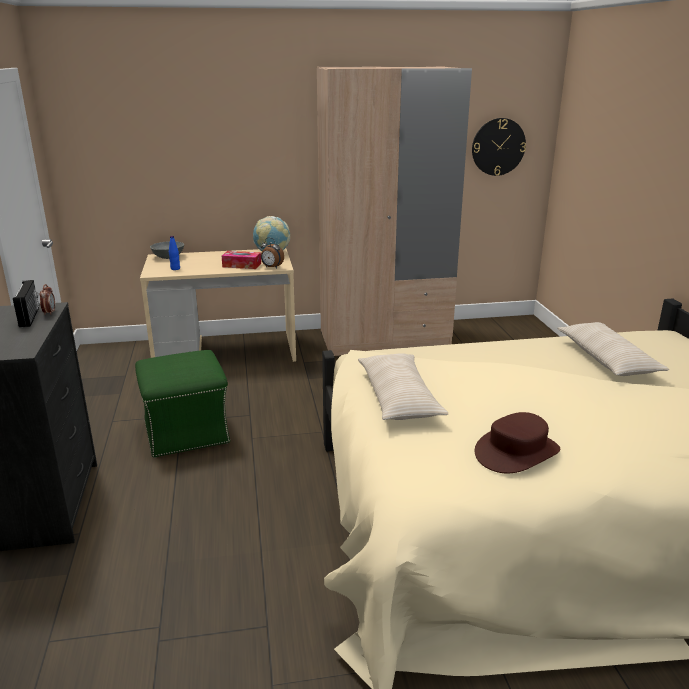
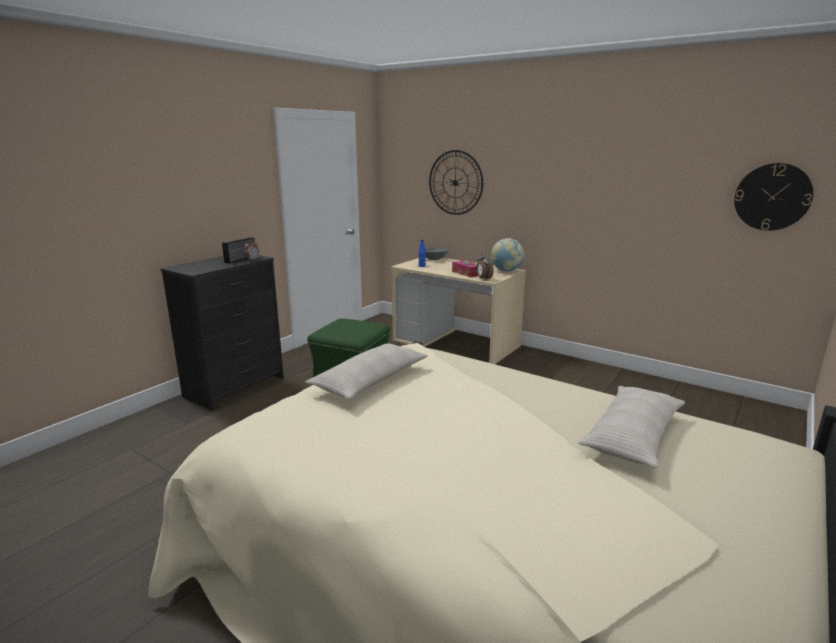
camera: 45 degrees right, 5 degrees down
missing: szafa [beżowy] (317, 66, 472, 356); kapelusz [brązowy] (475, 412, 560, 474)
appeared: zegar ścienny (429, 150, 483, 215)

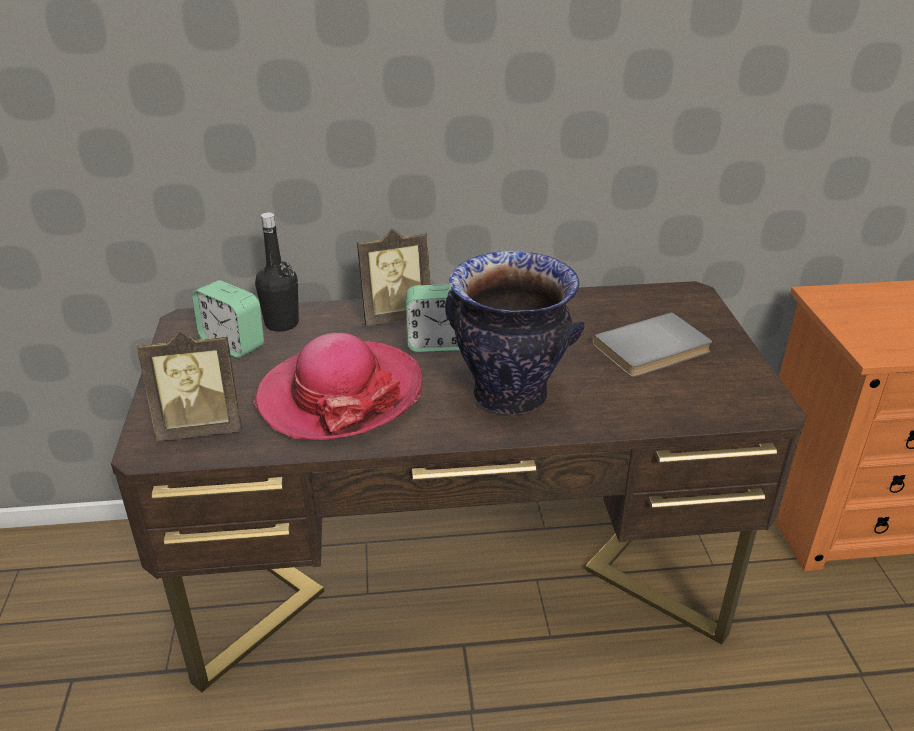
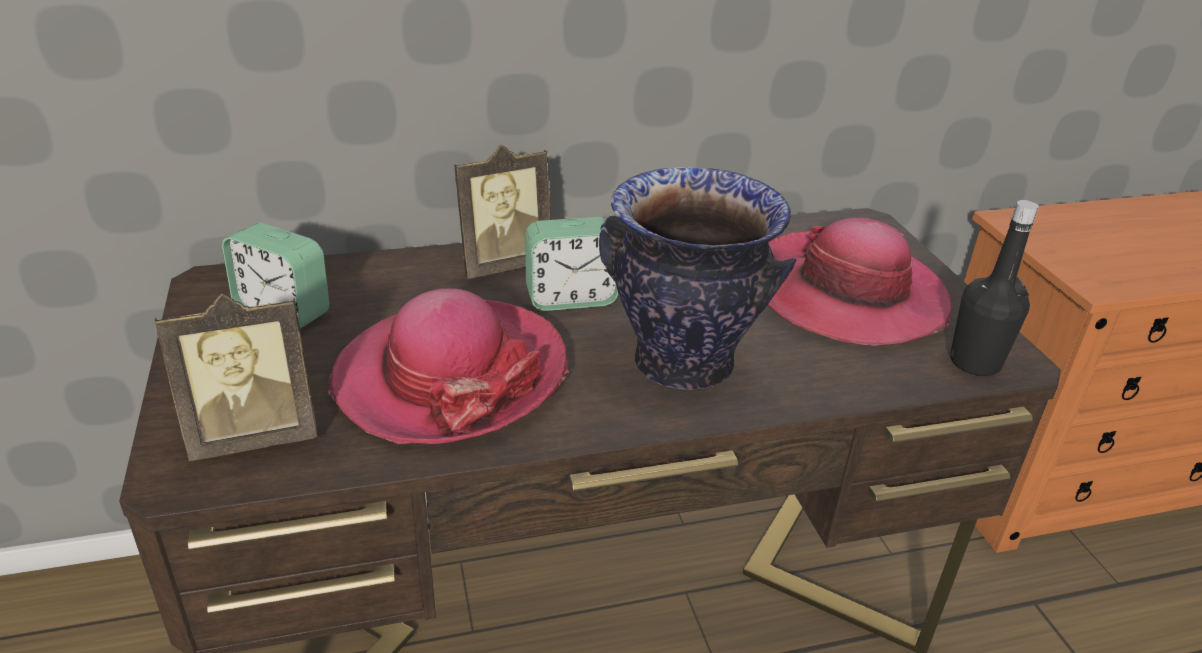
camera: 10 degrees left, 0 degrees up
relocated: butelka [czarny] (255, 212, 299, 332) to (950, 200, 1039, 376)
exchanged: książka [szary] (593, 312, 712, 377) to kapelusz (768, 218, 952, 346)

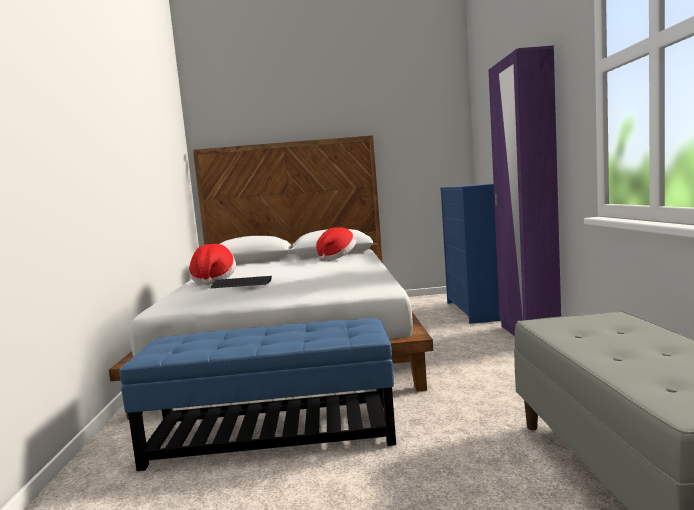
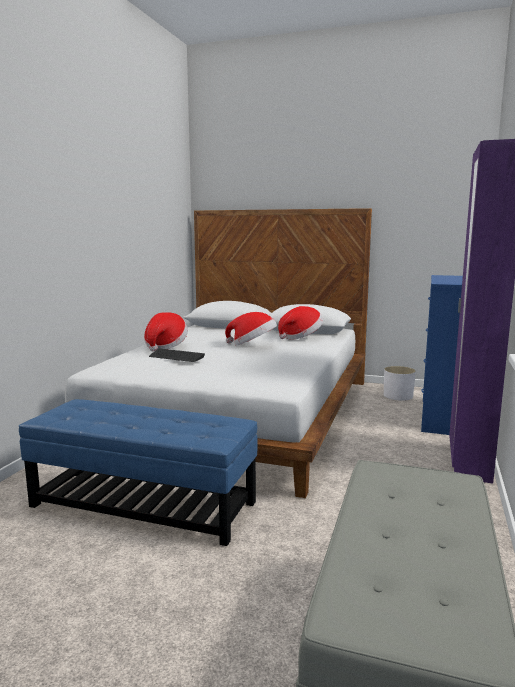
camera: 20 degrees right, 5 degrees up
appeared: kapelusz (225, 312, 277, 346); donica [biały] (384, 366, 416, 401)

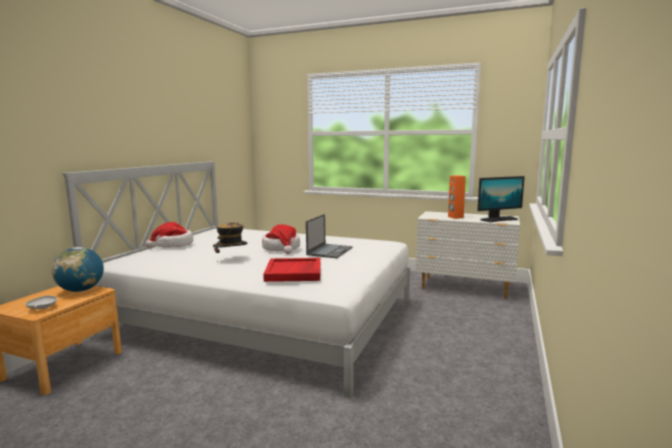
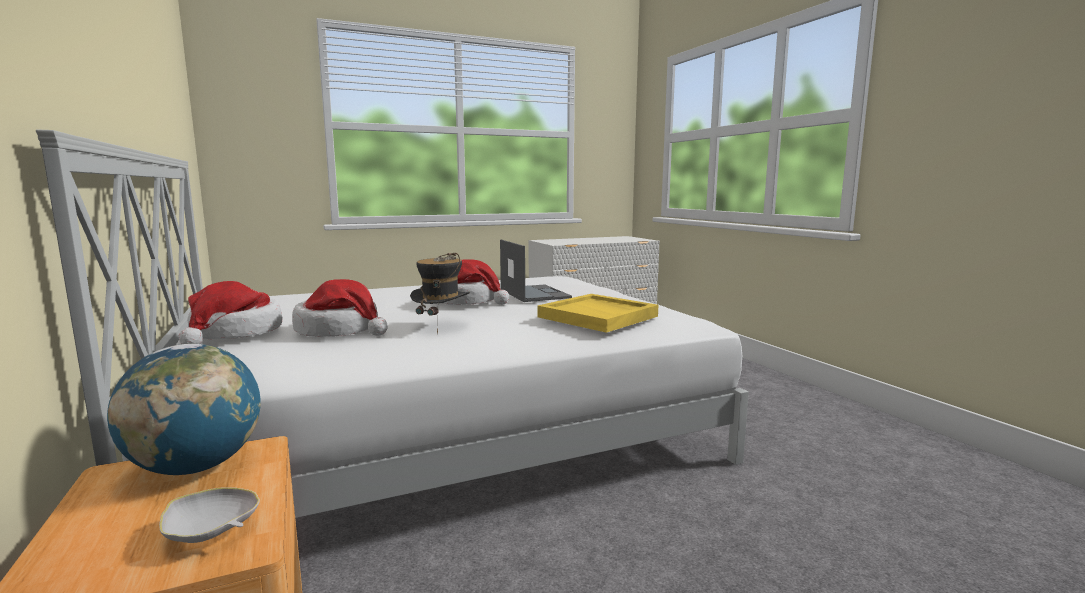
camera: 45 degrees left, 0 degrees up
missing: głośnik [pomarańczowy] (448, 175, 466, 219); monitor (477, 176, 525, 222)
appeared: kapelusz (292, 279, 388, 337)
colour: taca [czerwony] (263, 258, 321, 282) to taca [żółty] (538, 294, 658, 333)

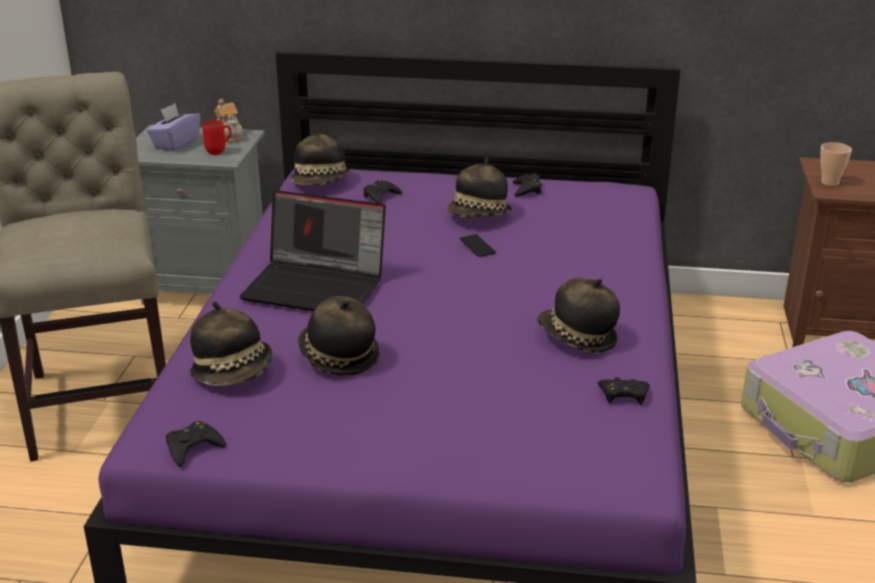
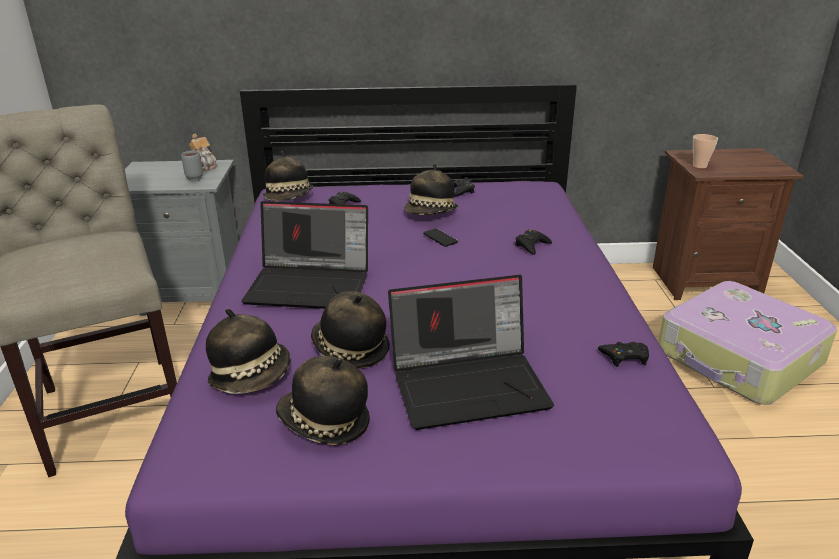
camera: 10 degrees left, 0 degrees up
missing: pudełko chusteczek [fioletowy] (147, 103, 201, 151)
appeared: laptop (388, 275, 554, 430)
relocated: kapelusz (537, 278, 620, 352) to (276, 356, 370, 445); pad do gier [czarny] (166, 421, 226, 467) to (515, 230, 552, 255)
colour: kubek [czerwony] (202, 120, 232, 155) to kubek [szary] (181, 151, 208, 181)

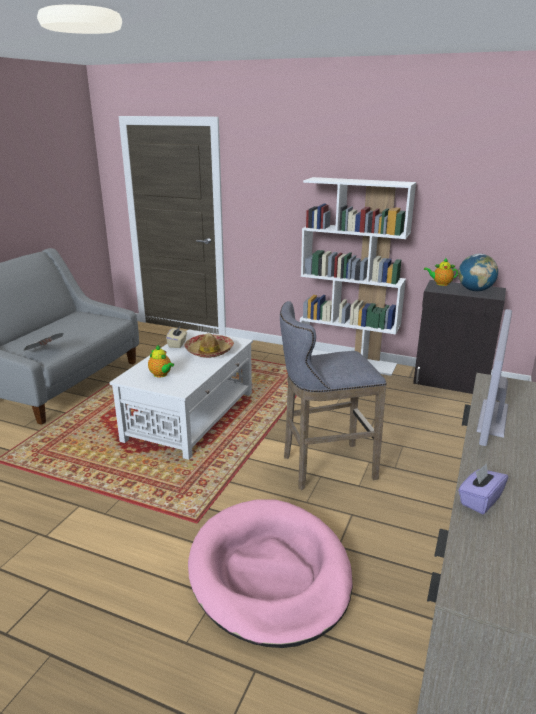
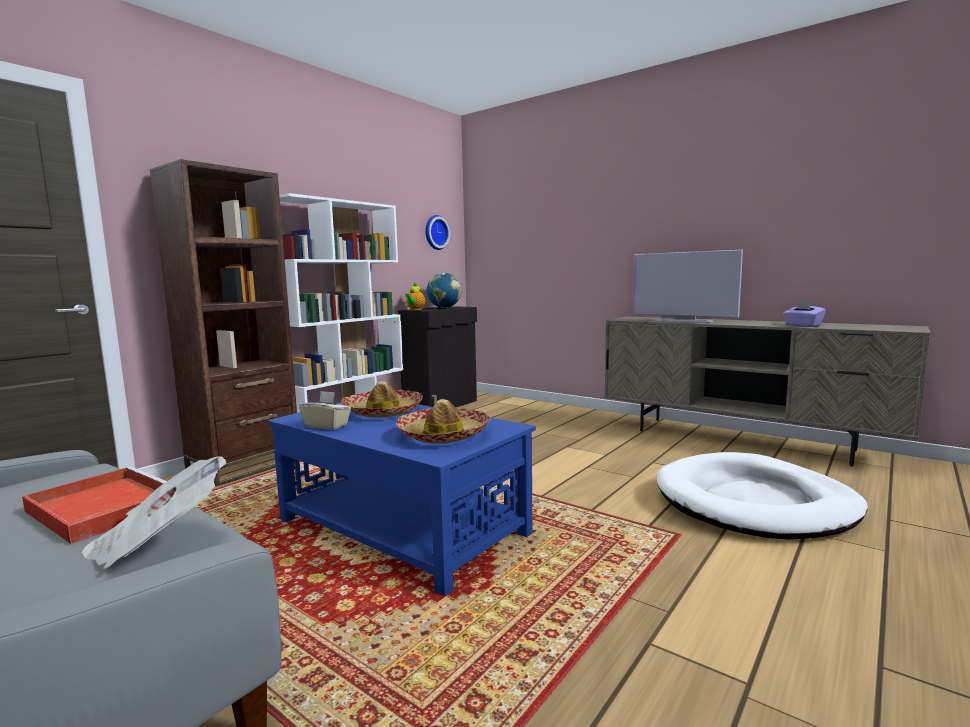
camera: 75 degrees left, 15 degrees down
missing: stołek [szary] (280, 301, 387, 490)
appeared: taca [czerwony] (22, 466, 167, 544); regał [brązowy] (150, 159, 297, 487); zegar ścienny (425, 215, 450, 250)
exchanged: imbryk (148, 345, 174, 377) to kapelusz (396, 399, 490, 444)
colour: ława [biały] (109, 329, 253, 460) to ława [niebieski] (268, 402, 536, 596); legowisko [różowy] (188, 499, 353, 648) to legowisko [biały] (656, 452, 868, 540)

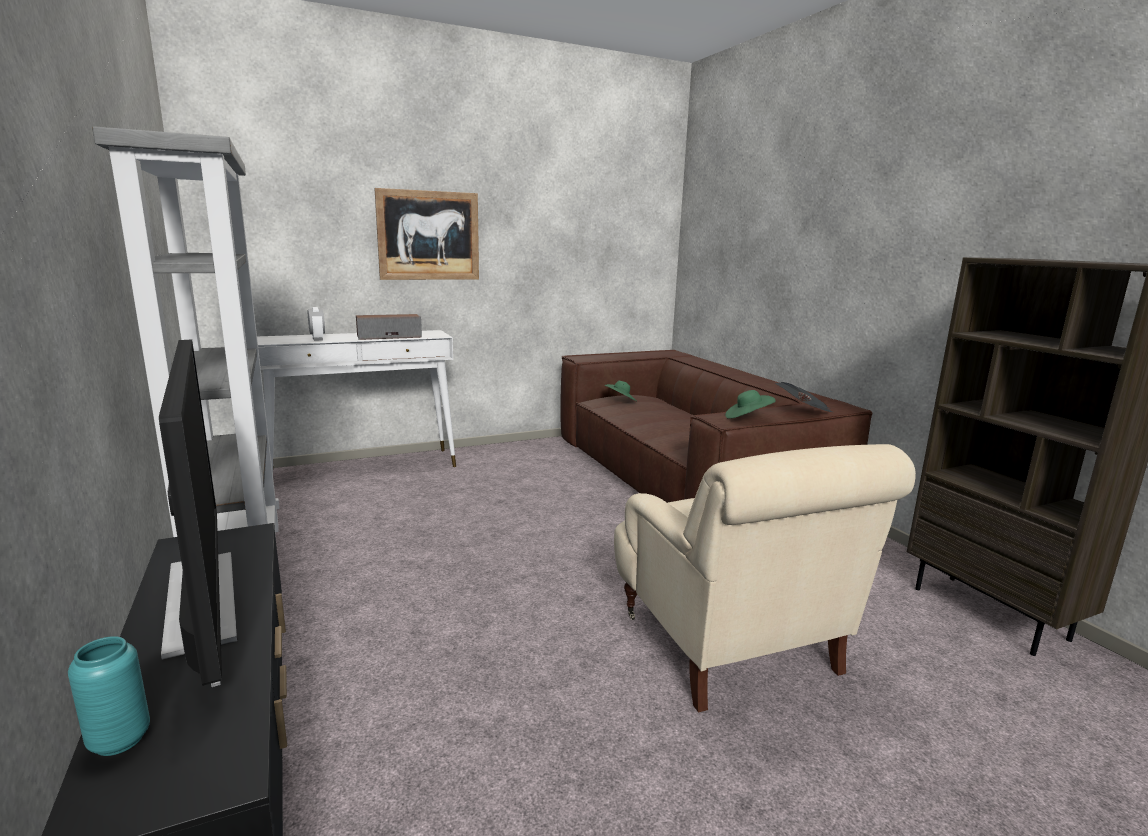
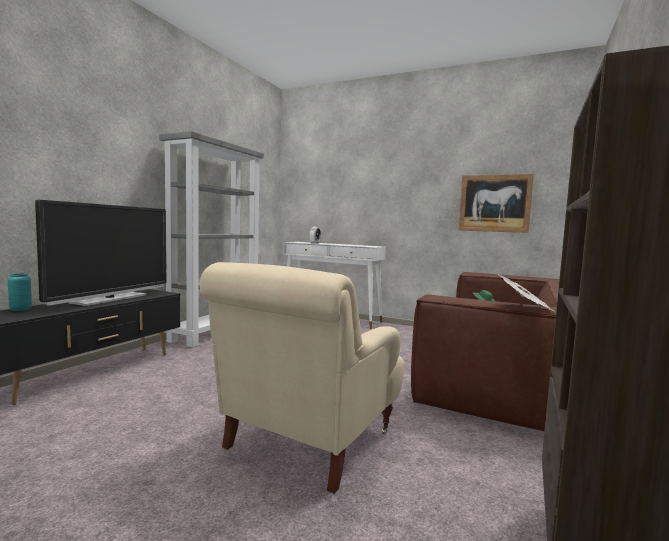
camera: 50 degrees right, 10 degrees down
missing: głośnik (356, 314, 422, 340); kapelusz [zielony] (725, 390, 776, 419)
relocated: obraz (374, 188, 479, 280) to (459, 174, 534, 233)

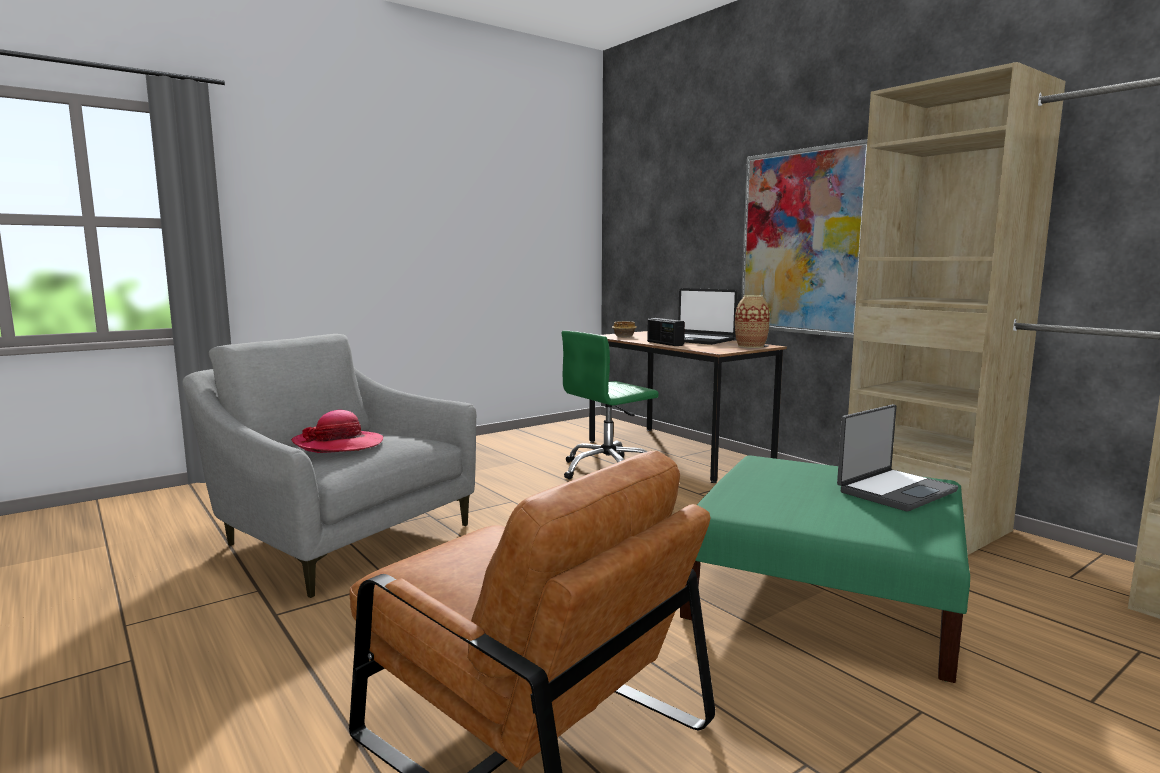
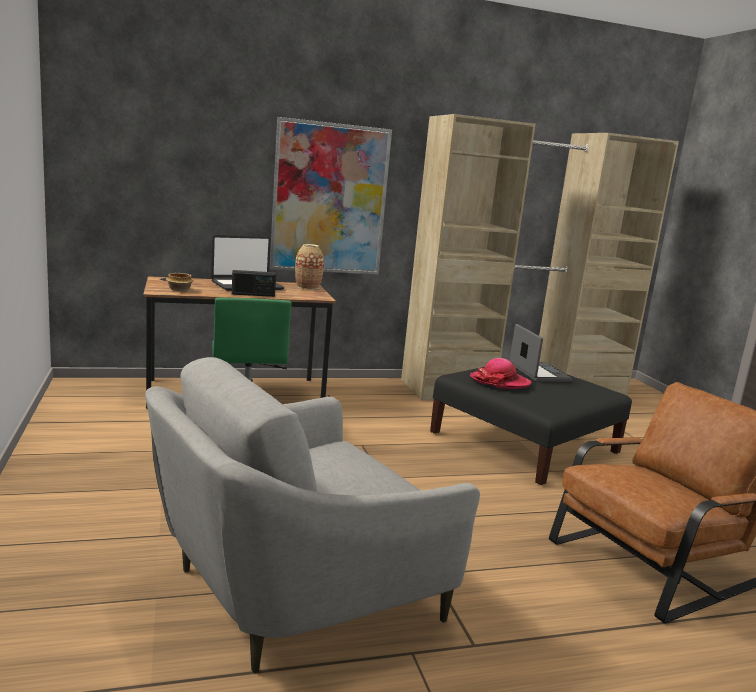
camera: 70 degrees left, 5 degrees up
relocated: kapelusz (291, 410, 383, 453) to (470, 358, 532, 389)
colour: pufa [zielony] (680, 455, 970, 683) to pufa [czarny] (430, 367, 632, 485)

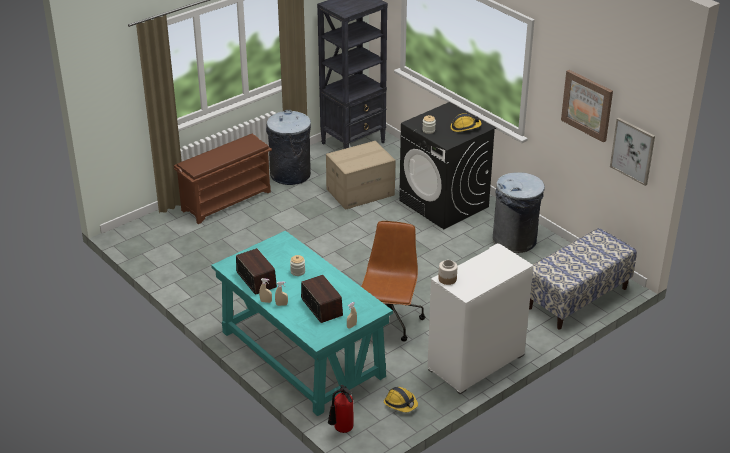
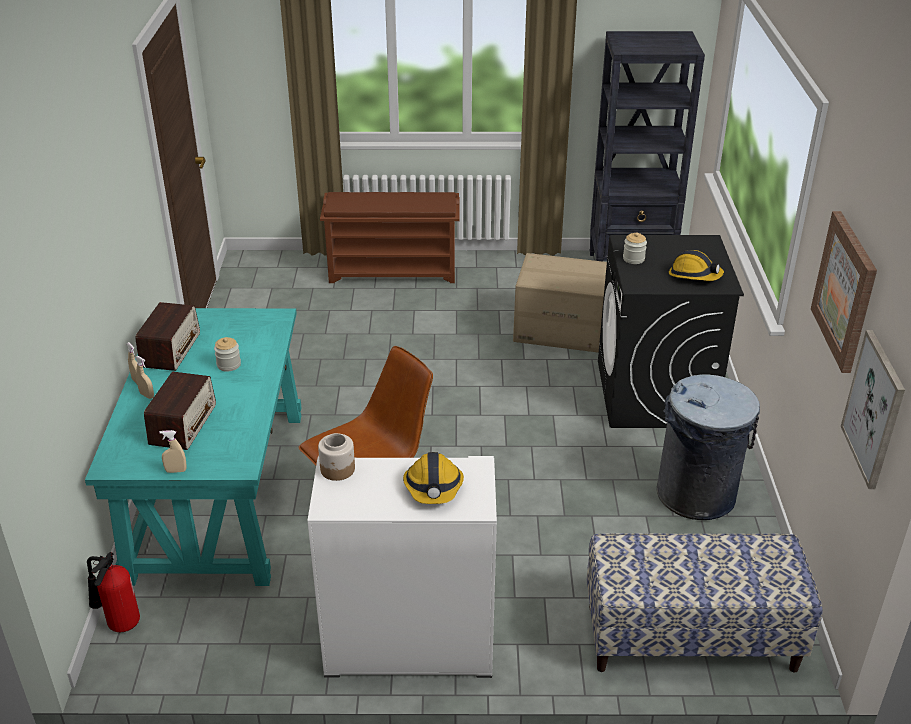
camera: 40 degrees right, 0 degrees up
missing: kosz na śmieci [szary] (266, 110, 311, 185)
relocated: kask (384, 387, 418, 412) to (403, 452, 464, 504)

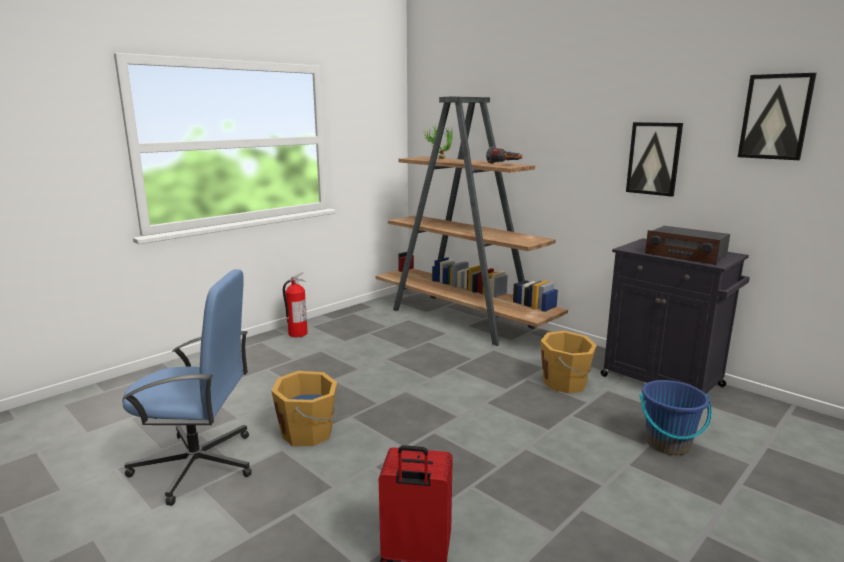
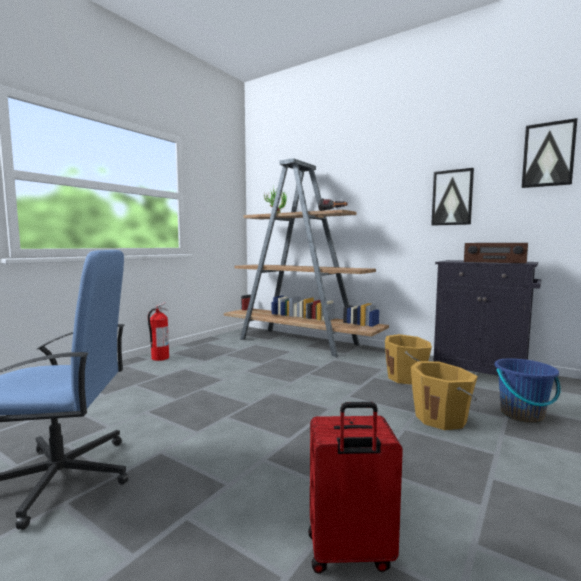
camera: 10 degrees left, 10 degrees down
relocated: wiadro [pomarańczowy] (272, 371, 337, 446) to (411, 361, 478, 430)

